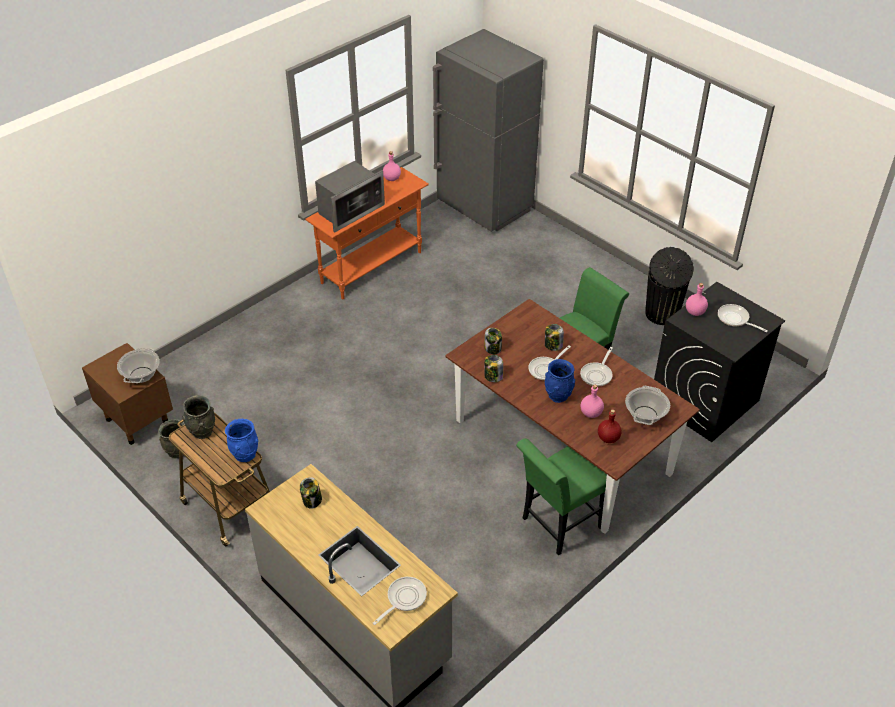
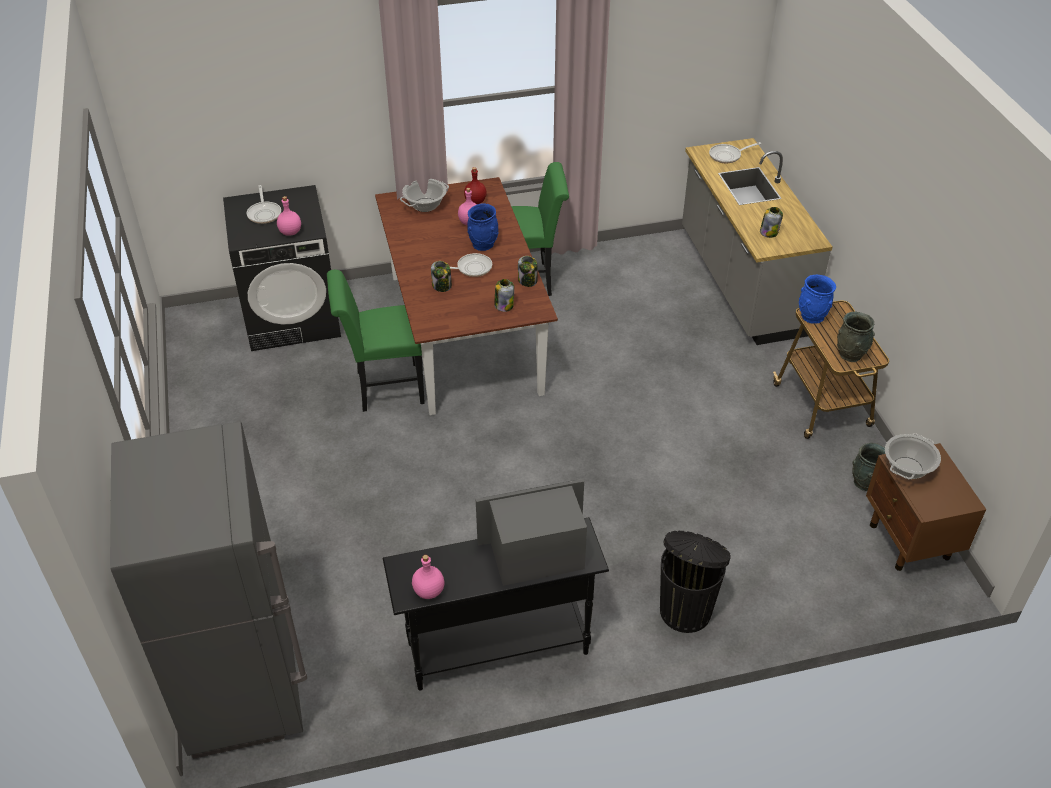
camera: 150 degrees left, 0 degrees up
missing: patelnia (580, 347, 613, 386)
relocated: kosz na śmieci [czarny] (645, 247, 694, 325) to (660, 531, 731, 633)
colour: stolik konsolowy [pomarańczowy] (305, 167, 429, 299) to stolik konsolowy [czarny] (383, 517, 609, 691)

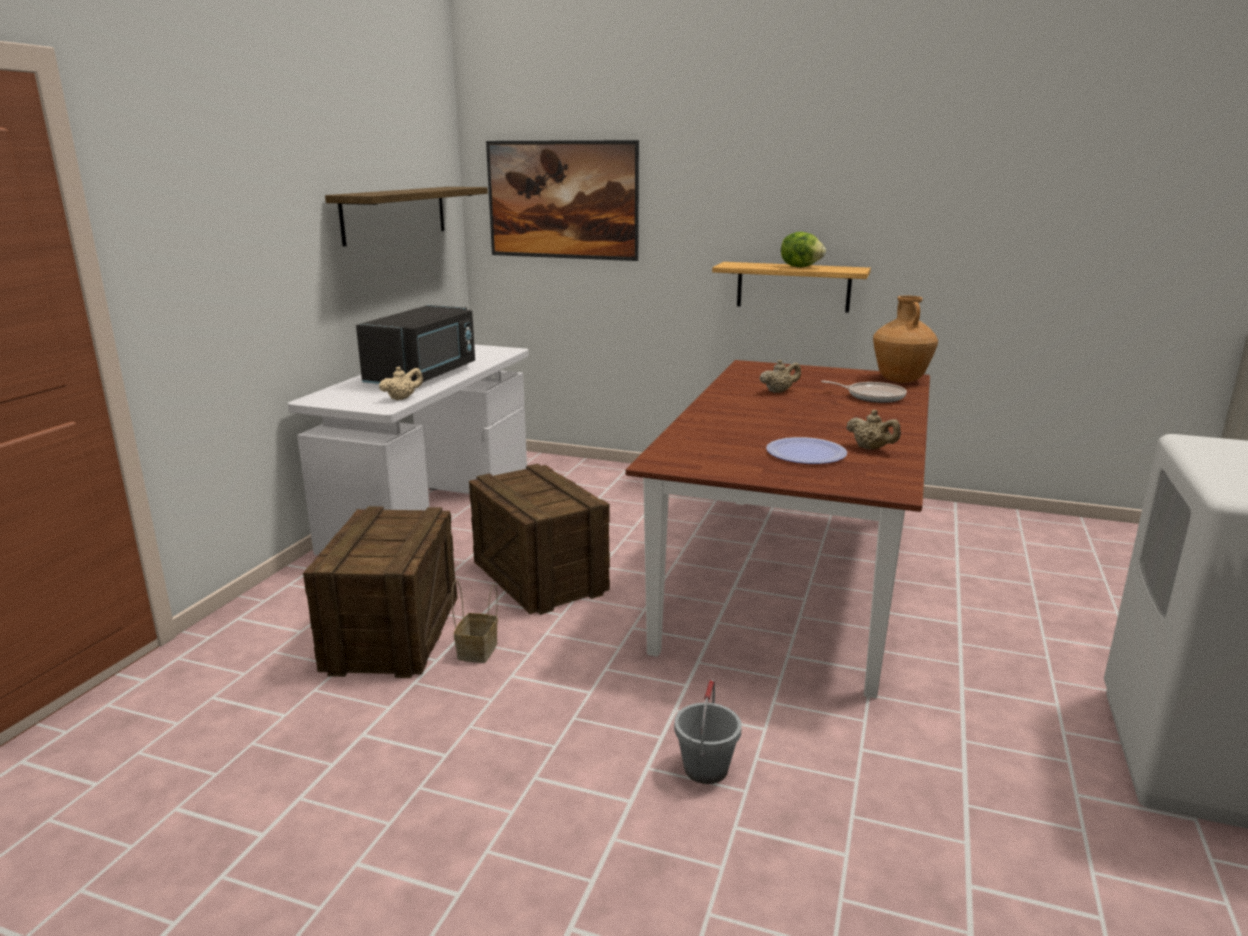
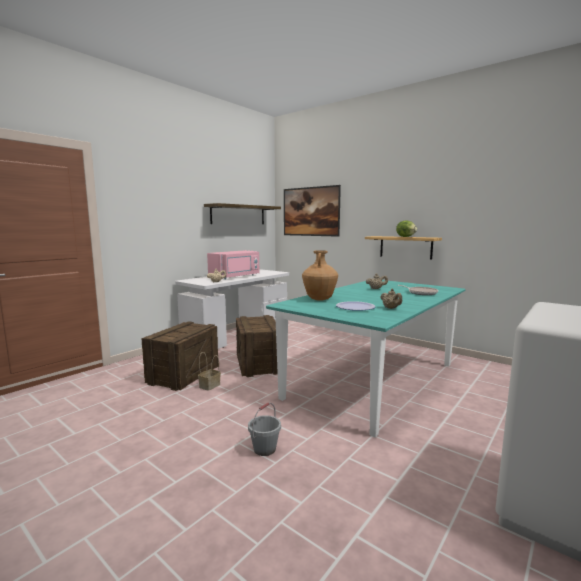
camera: 20 degrees right, 10 degrees down
relocated: wazon [brązowy] (873, 296, 938, 383) to (302, 250, 338, 301)
colour: mikrofalówka [czarny] (356, 305, 475, 384) to mikrofalówka [różowy] (207, 250, 259, 279); stół jadalny [brązowy] (626, 360, 930, 698) to stół jadalny [turkusowy] (266, 280, 465, 438)

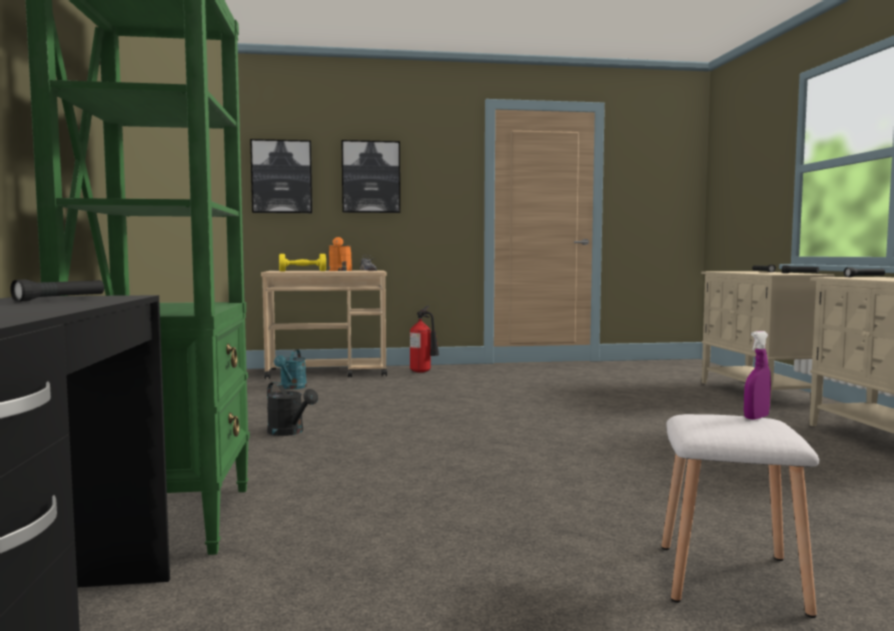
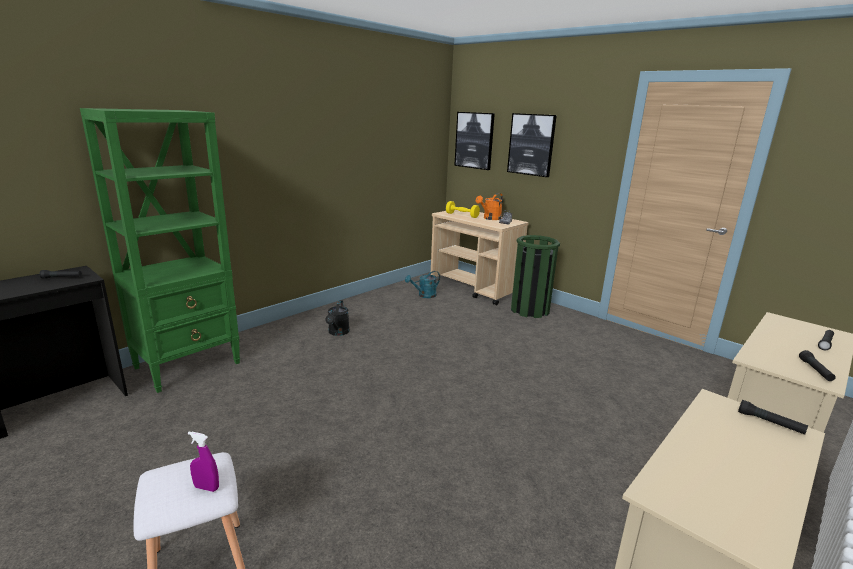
camera: 50 degrees right, 15 degrees up
exchanged: gaśnica (410, 306, 439, 373) to kosz na śmieci [zielony] (511, 235, 560, 318)

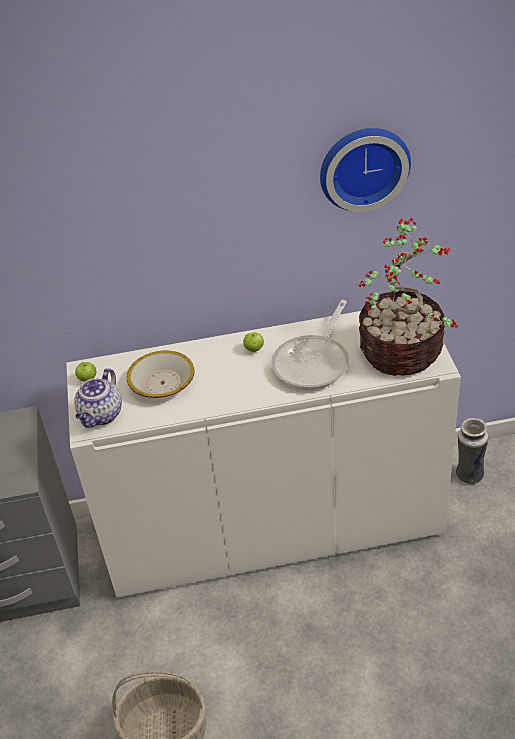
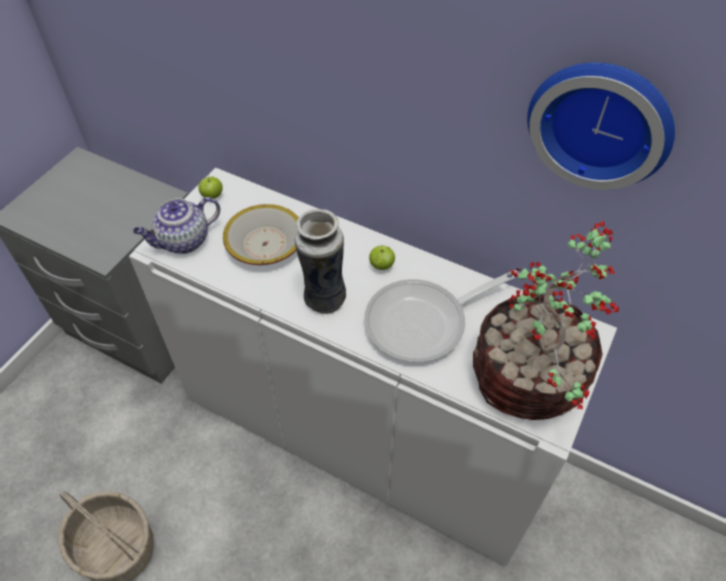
camera: 35 degrees right, 10 degrees up
relocated: wazon (456, 418, 488, 484) to (295, 209, 346, 314)

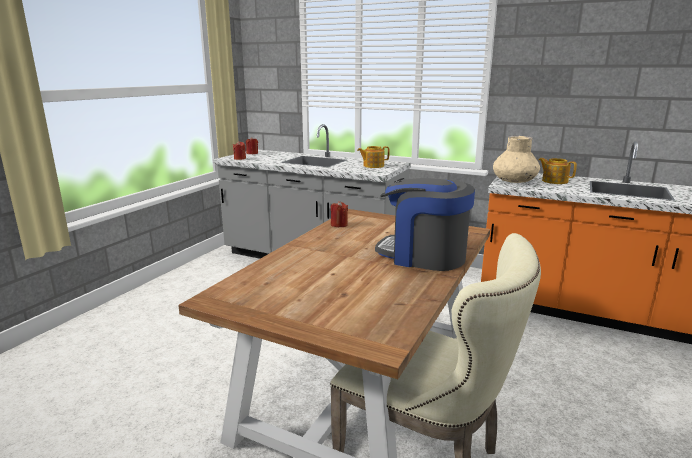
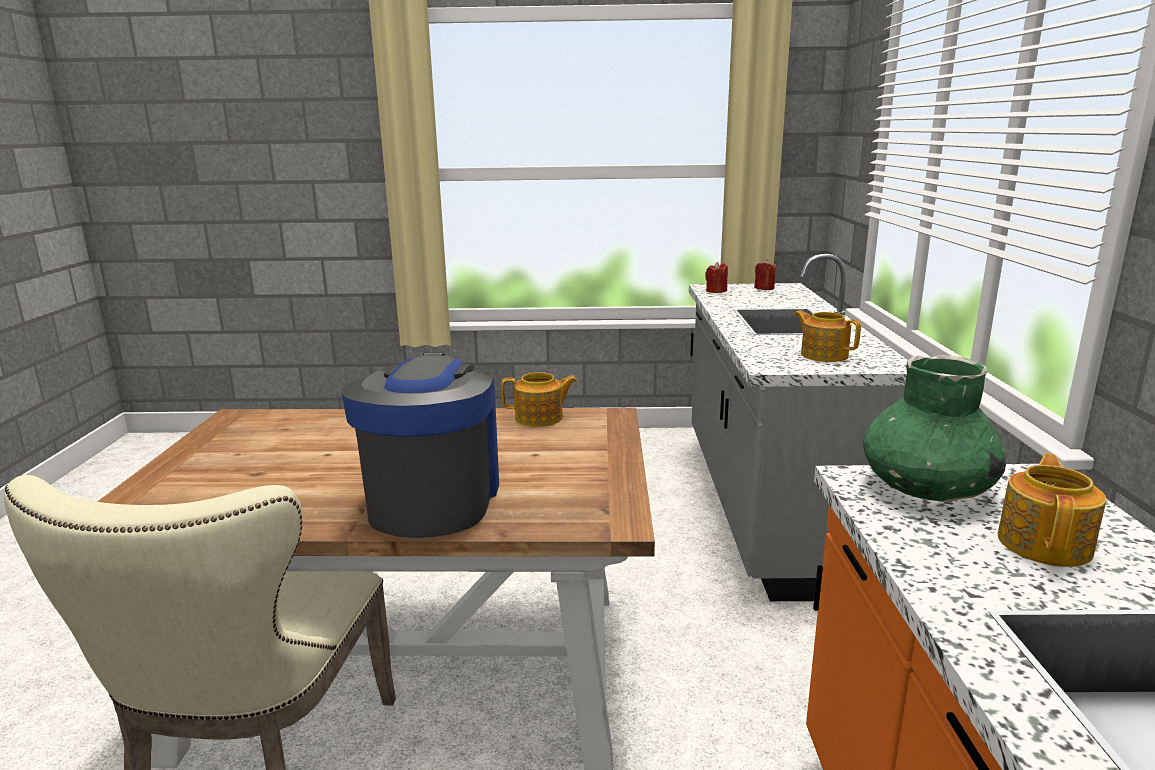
camera: 65 degrees right, 0 degrees up
exchanged: świeca [czerwony] (331, 201, 348, 227) to imbryk (501, 372, 578, 427)
colour: wazon [beżowy] (493, 136, 540, 183) to wazon [zielony] (863, 355, 1006, 502)

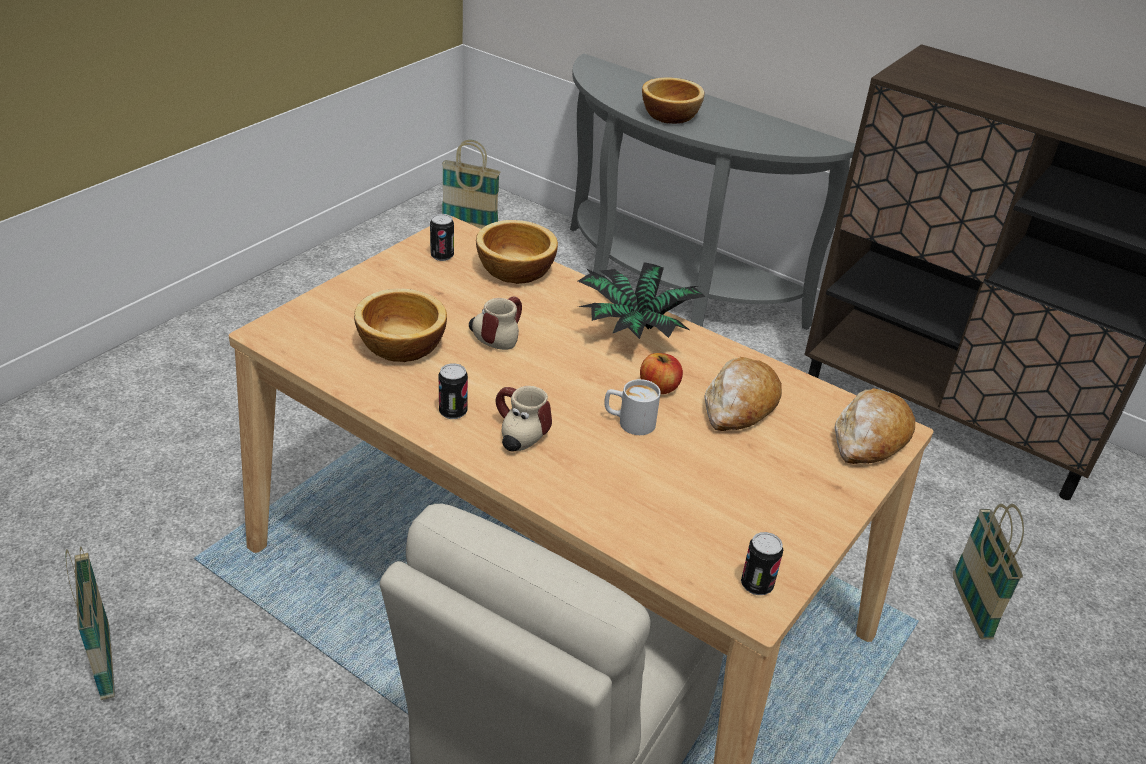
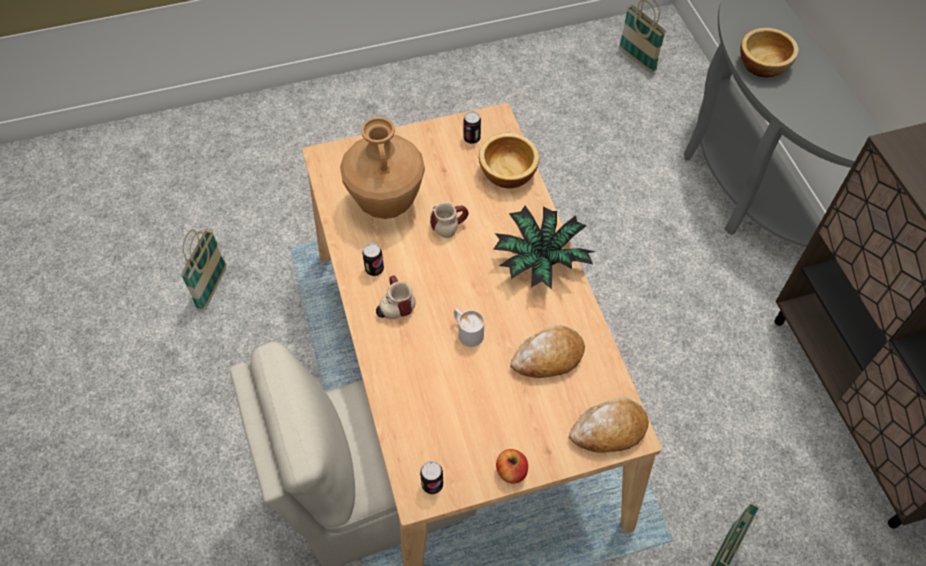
camera: 40 degrees right, 20 degrees up
relocated: jabłko (640, 353, 683, 394) to (496, 449, 528, 484)
exchanged: miska (354, 289, 447, 362) to wazon [brązowy] (340, 116, 425, 219)

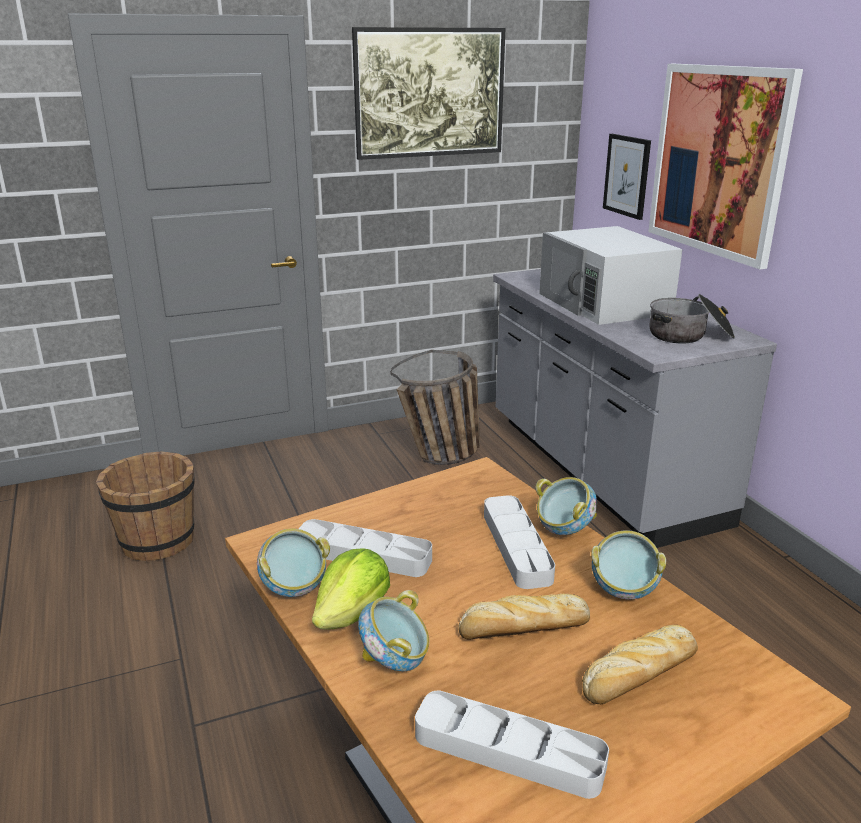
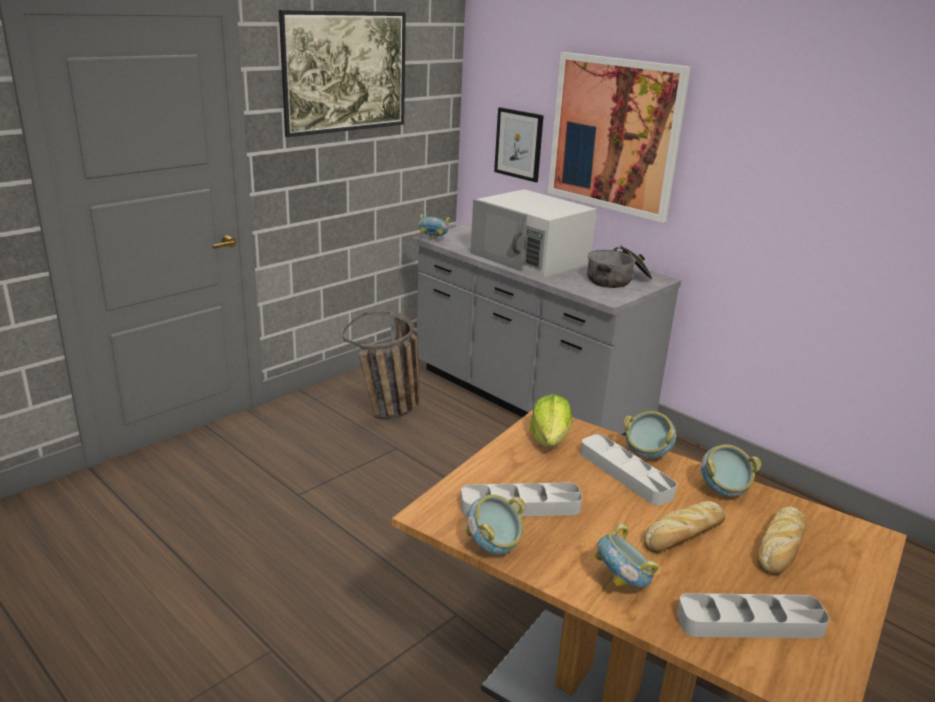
camera: 25 degrees left, 0 degrees up
missing: wiadro [brązowy] (96, 451, 194, 562)
appeared: miska (418, 214, 450, 239)
relocated: sałata (312, 548, 390, 630) to (530, 394, 572, 447)

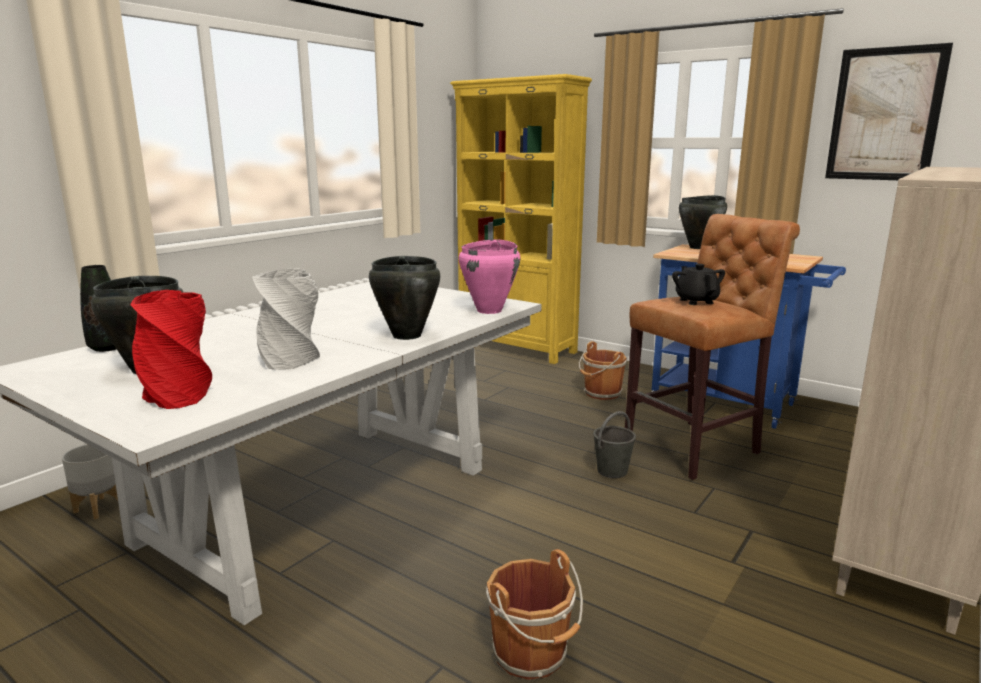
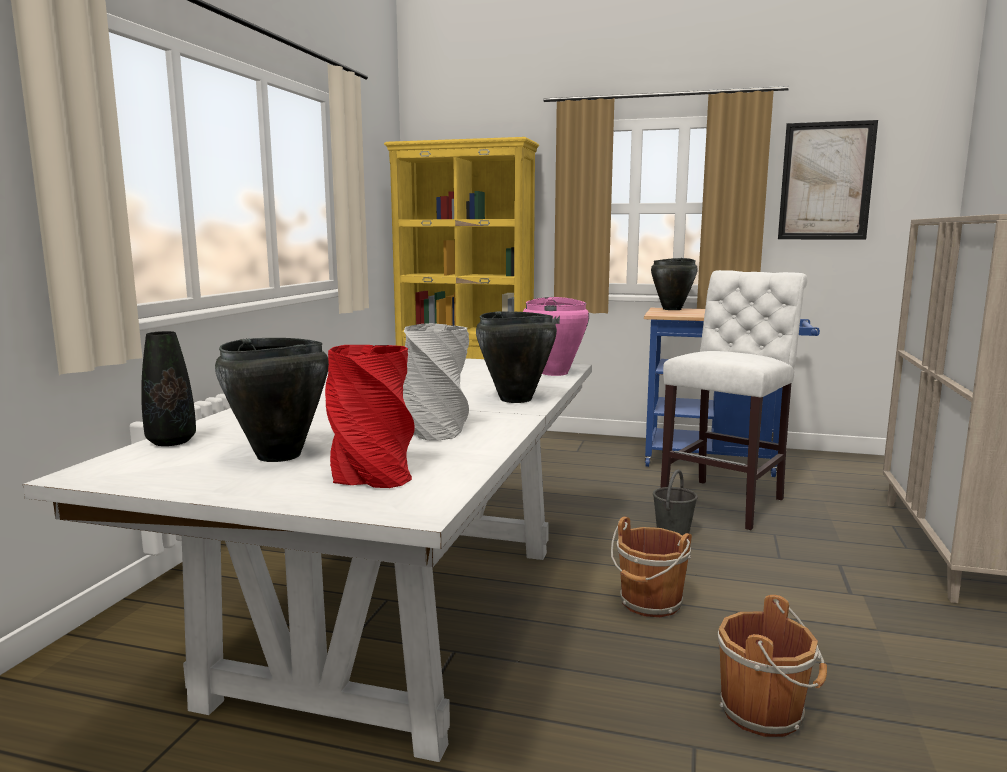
camera: 20 degrees left, 5 degrees down
missing: donica [szary] (62, 444, 118, 519); imbryk [czarny] (672, 264, 725, 305)
relocated: wiadro [brązowy] (579, 341, 628, 400) to (611, 516, 692, 617)
colour: stołek [brązowy] (625, 214, 800, 480) to stołek [biały] (660, 270, 807, 530)

